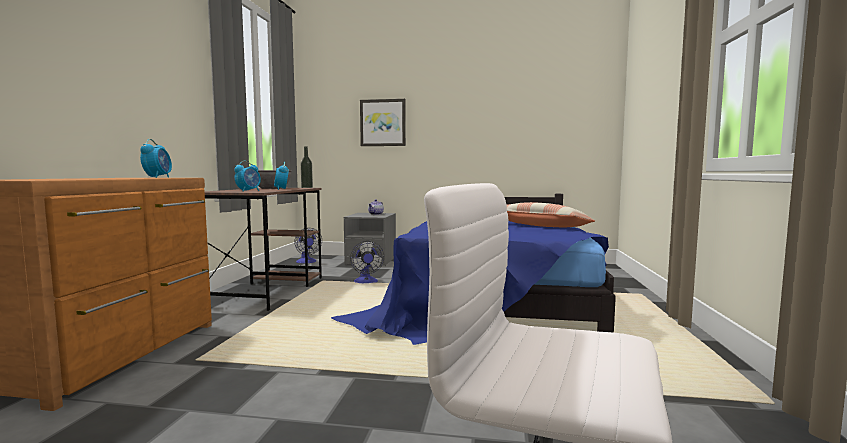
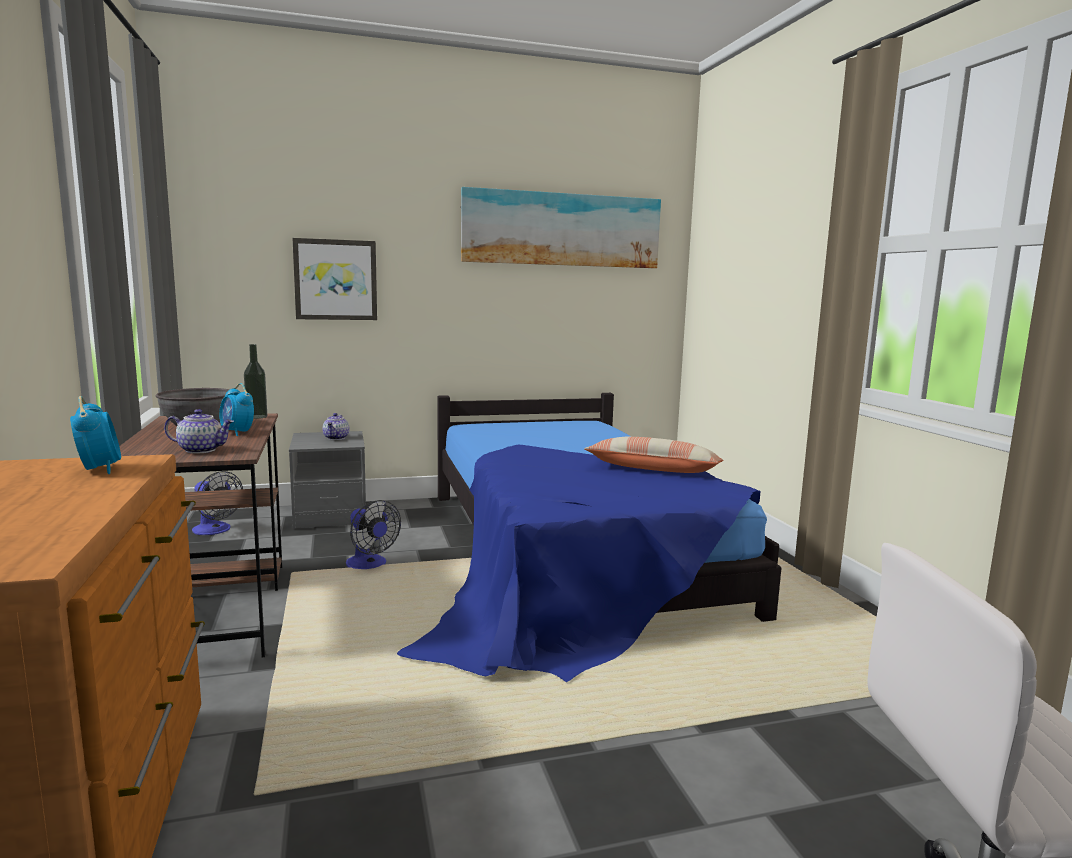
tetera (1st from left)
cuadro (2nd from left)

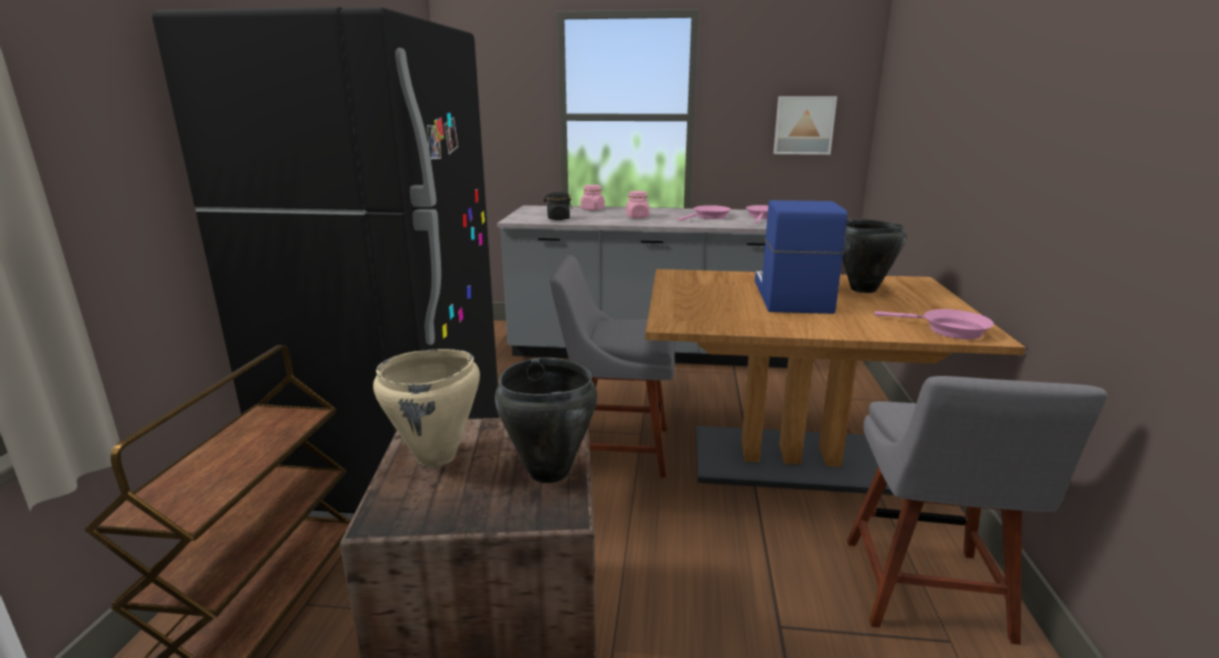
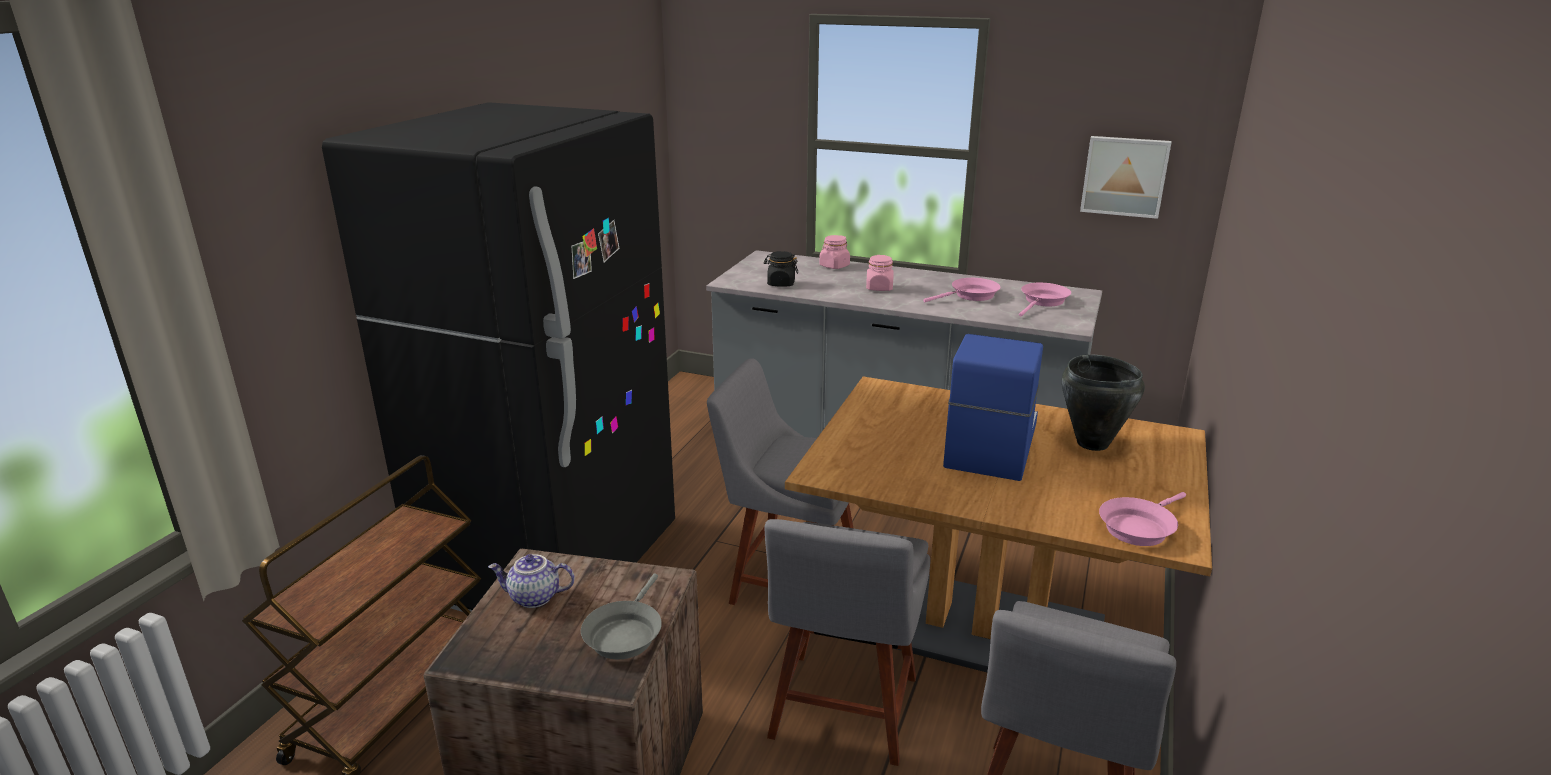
tetera
sartén (gris)
sartén (rosa) (3rd from left)
silla (gris) (2nd from left)

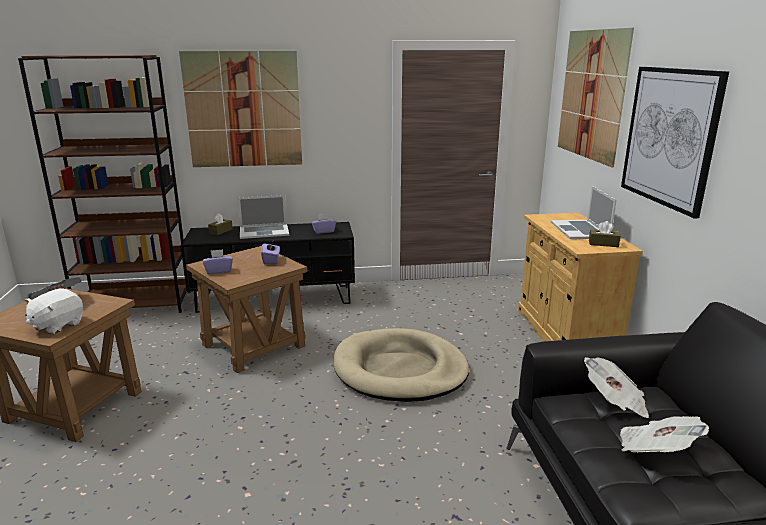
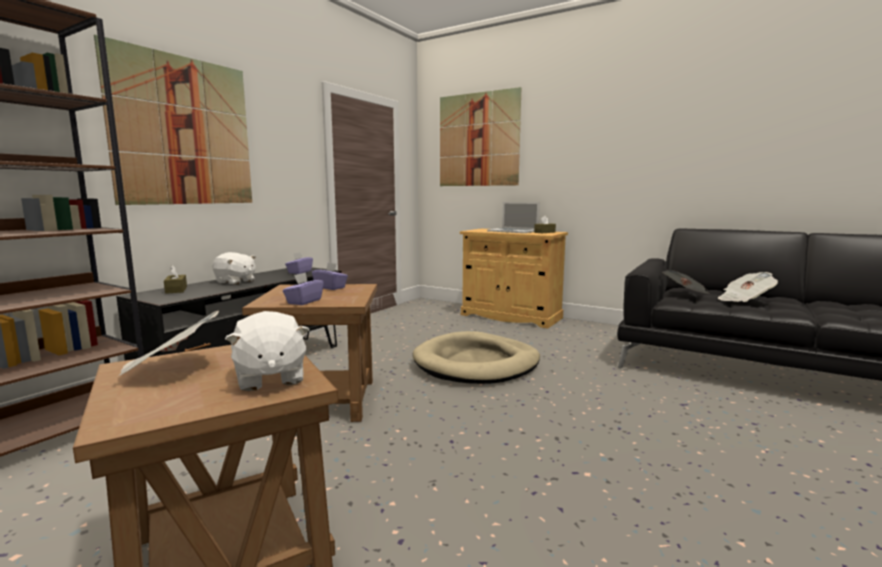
peluche (blanco) (1st from left)
cuadro (3rd from left in the first image)

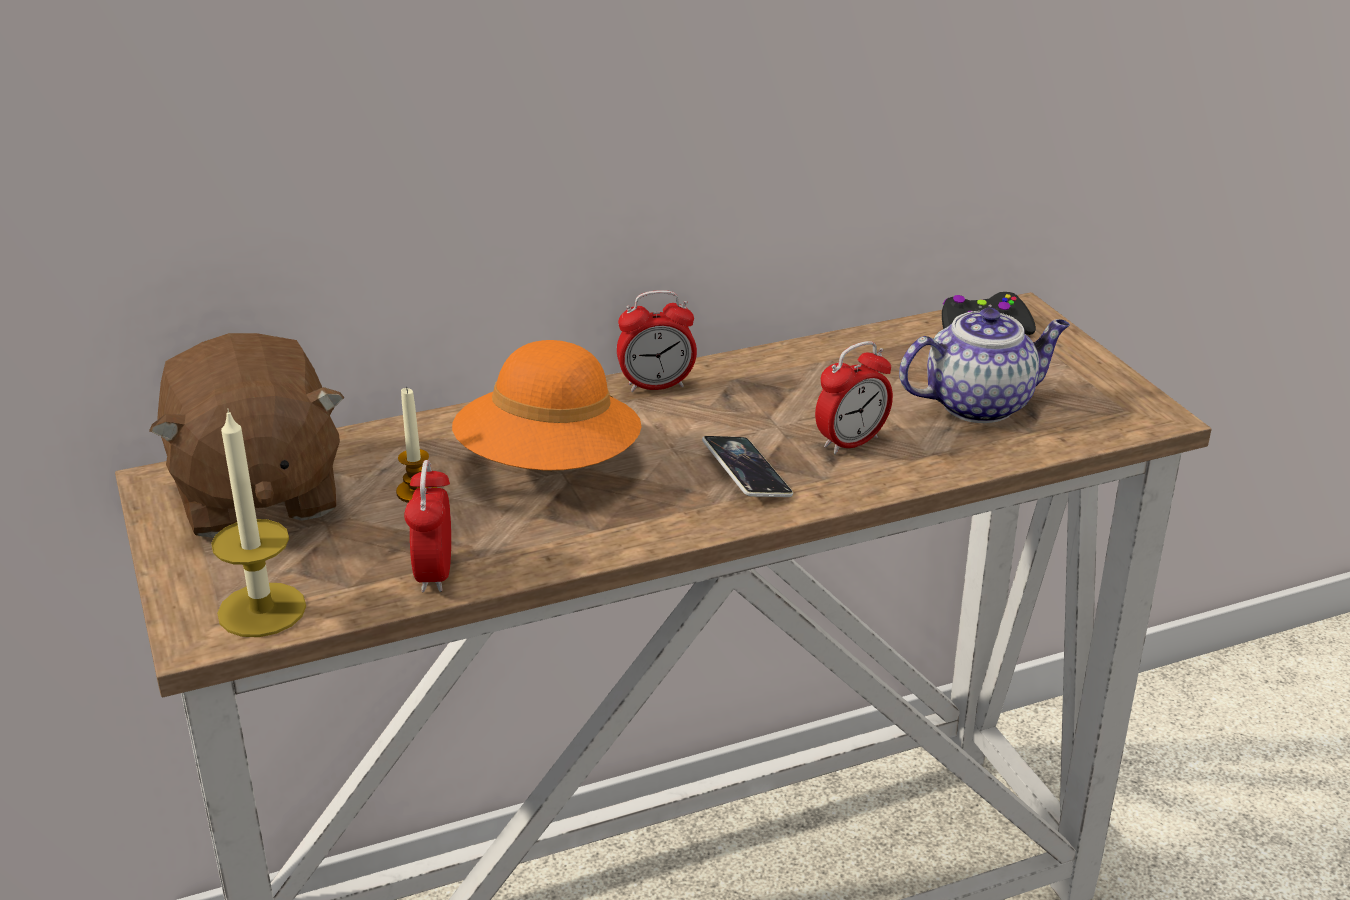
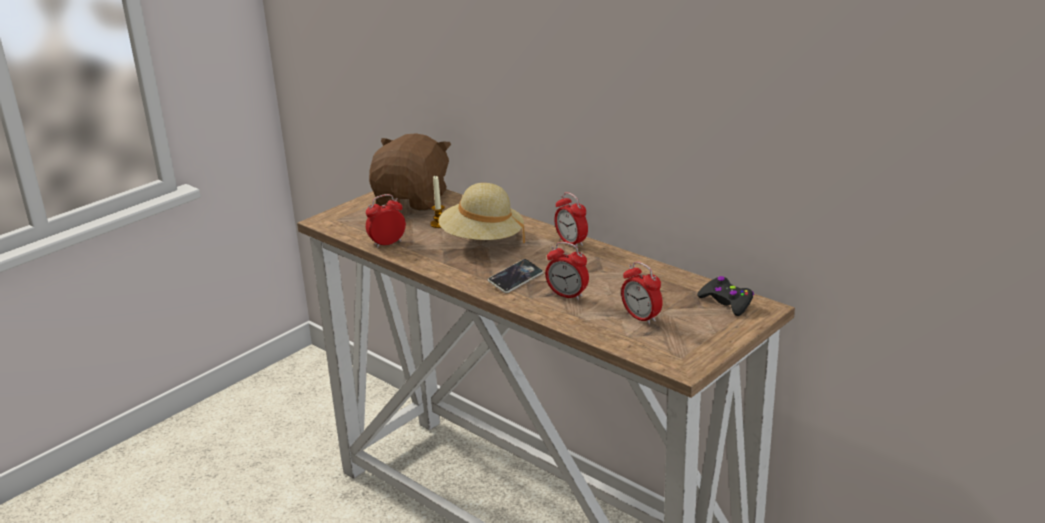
peluche (marrón)
vela (1st from left in the first image)
sombrero (beis)
despertador (4th from left)

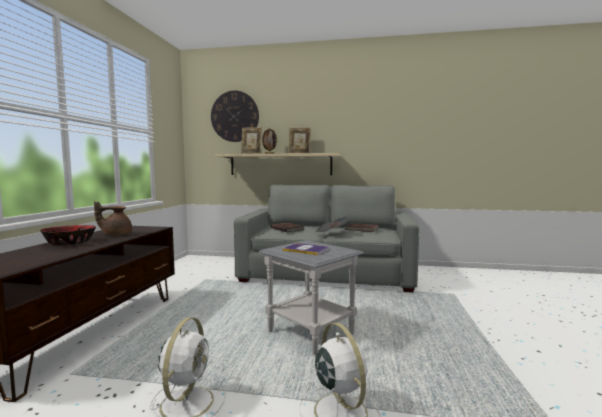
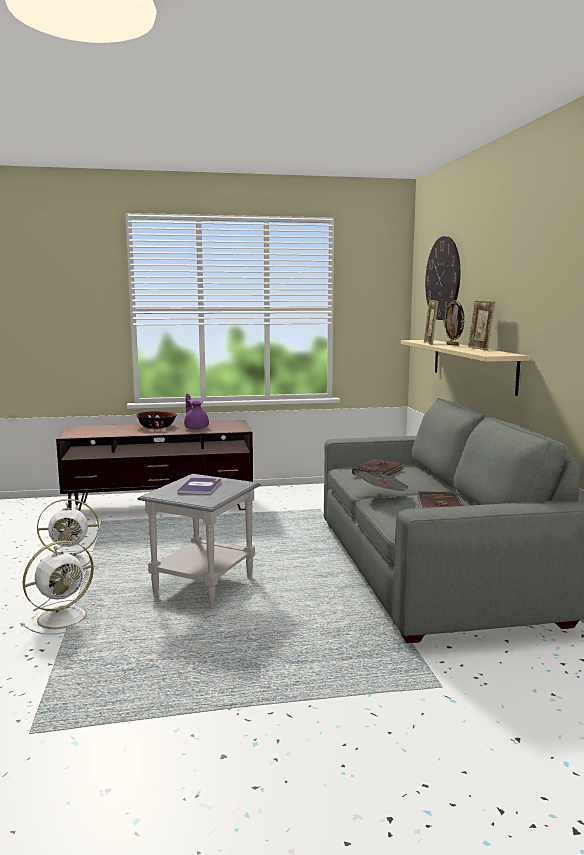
tetera (morado)

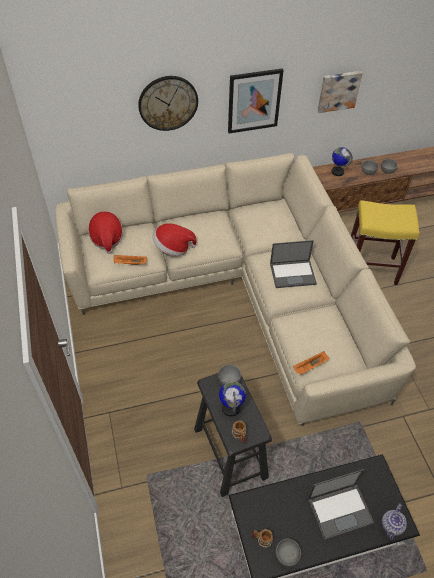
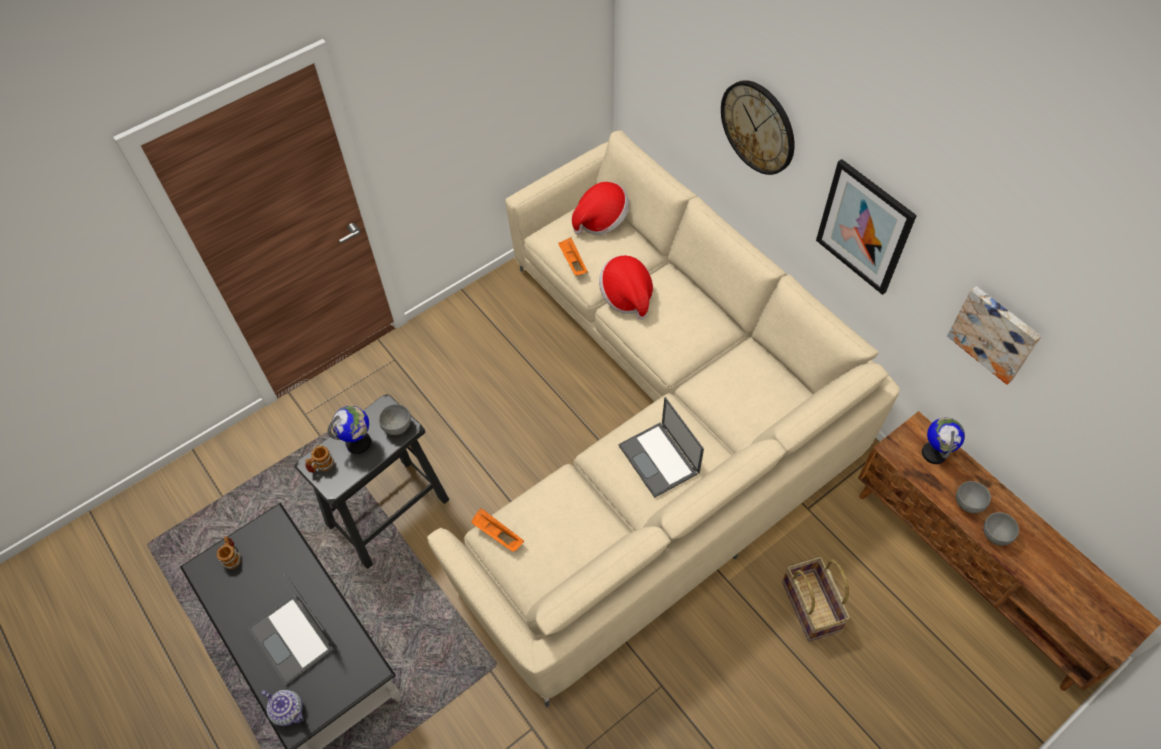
cuenco (gris) (2nd from left in the first image)
cesta
tetera

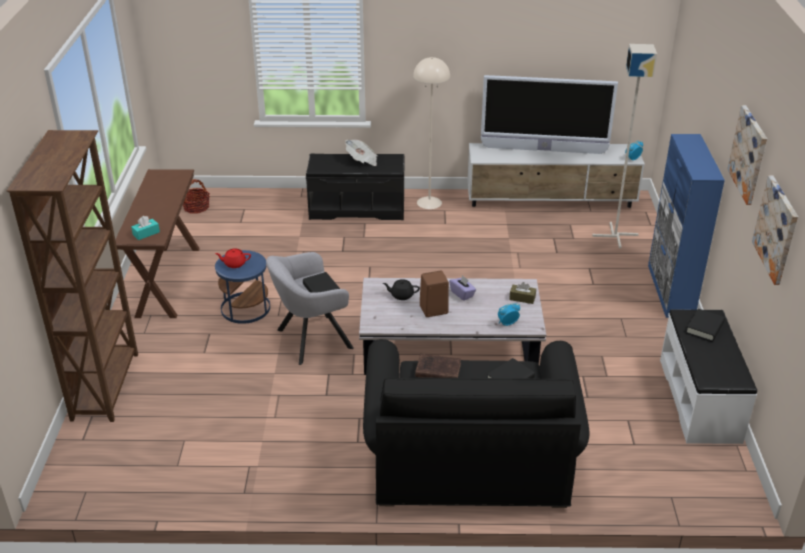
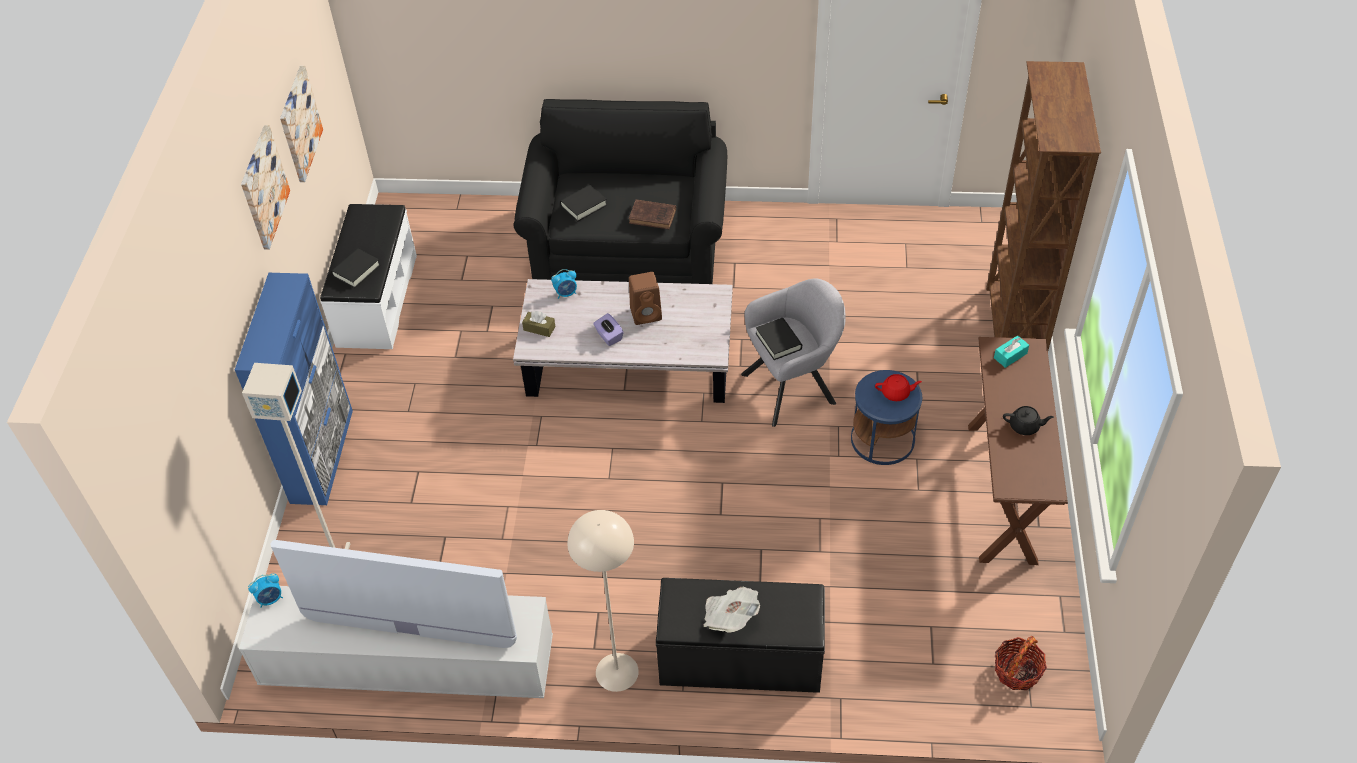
tetera (negro)

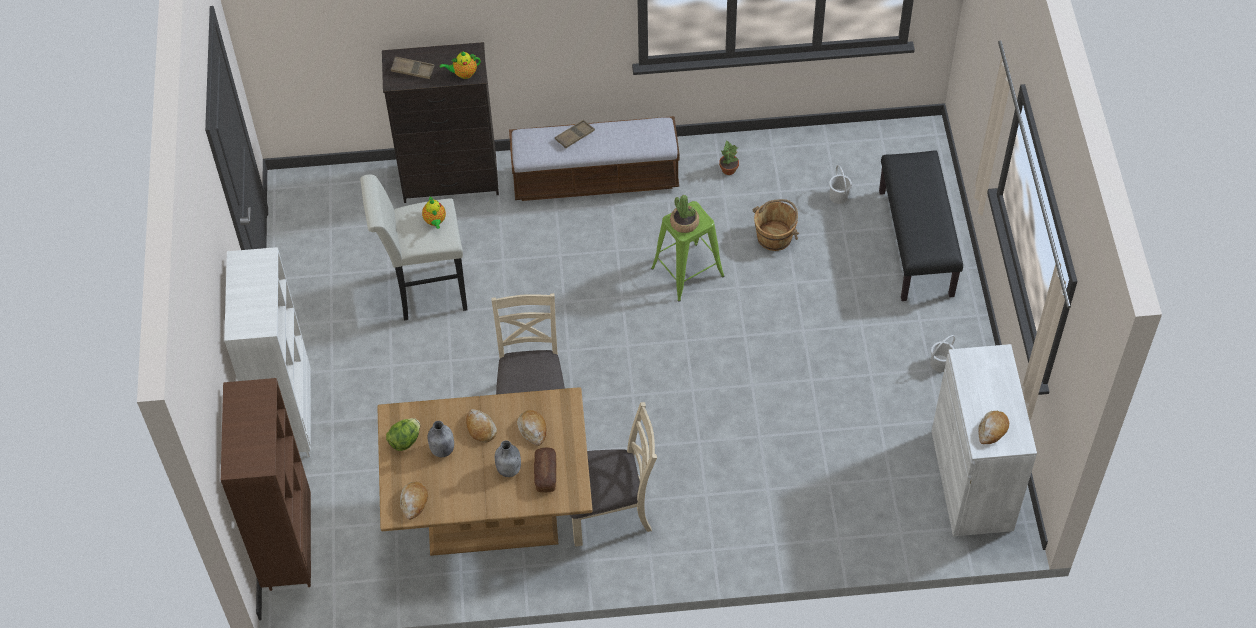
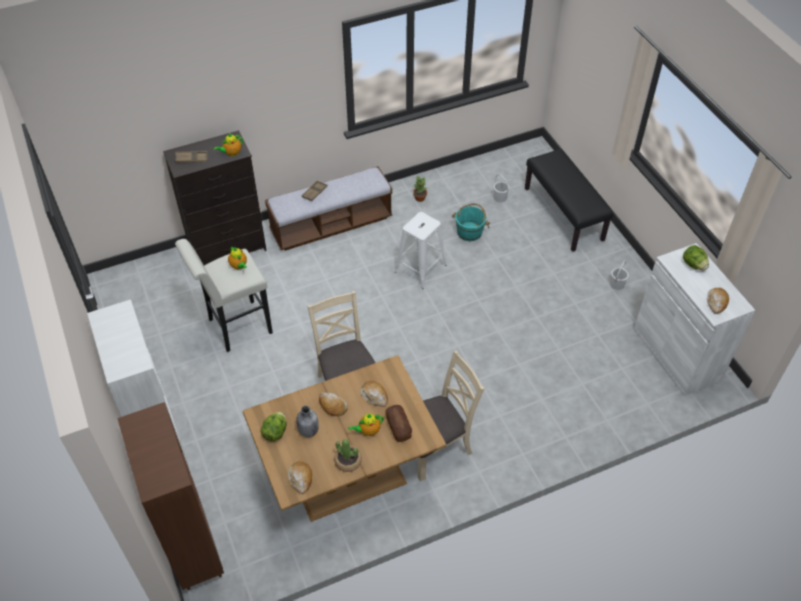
tetera (3rd from left)
taburete (blanco) (2nd from left)
planta en maceta (1st from left)
cubo (turquesa)
lechuga (2nd from left)

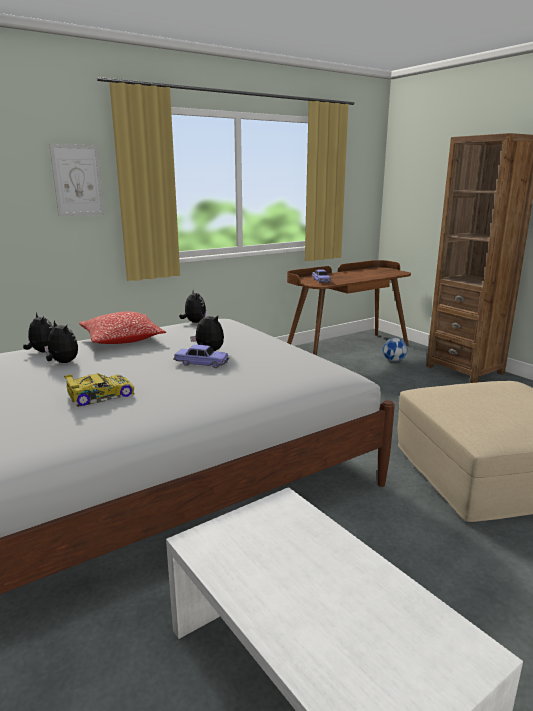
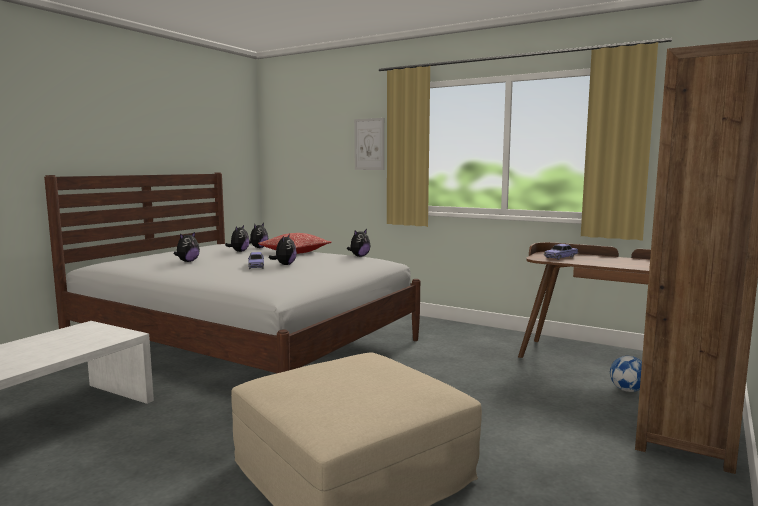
peluche (1st from left)

